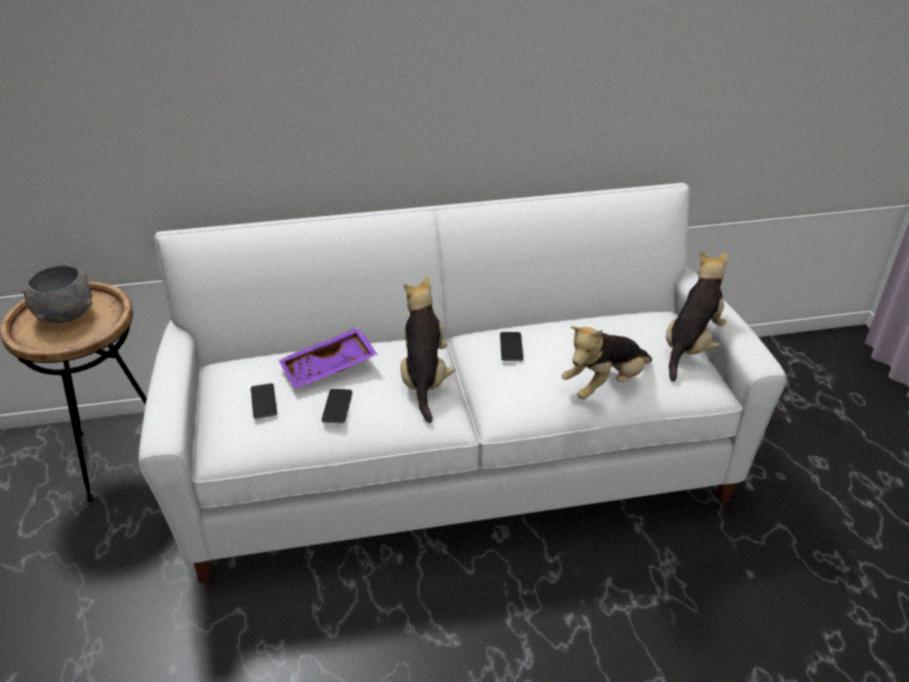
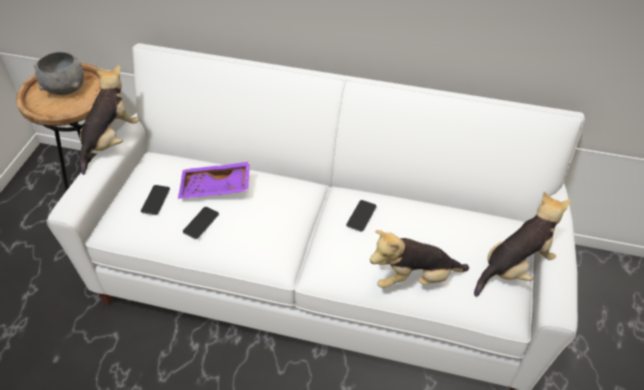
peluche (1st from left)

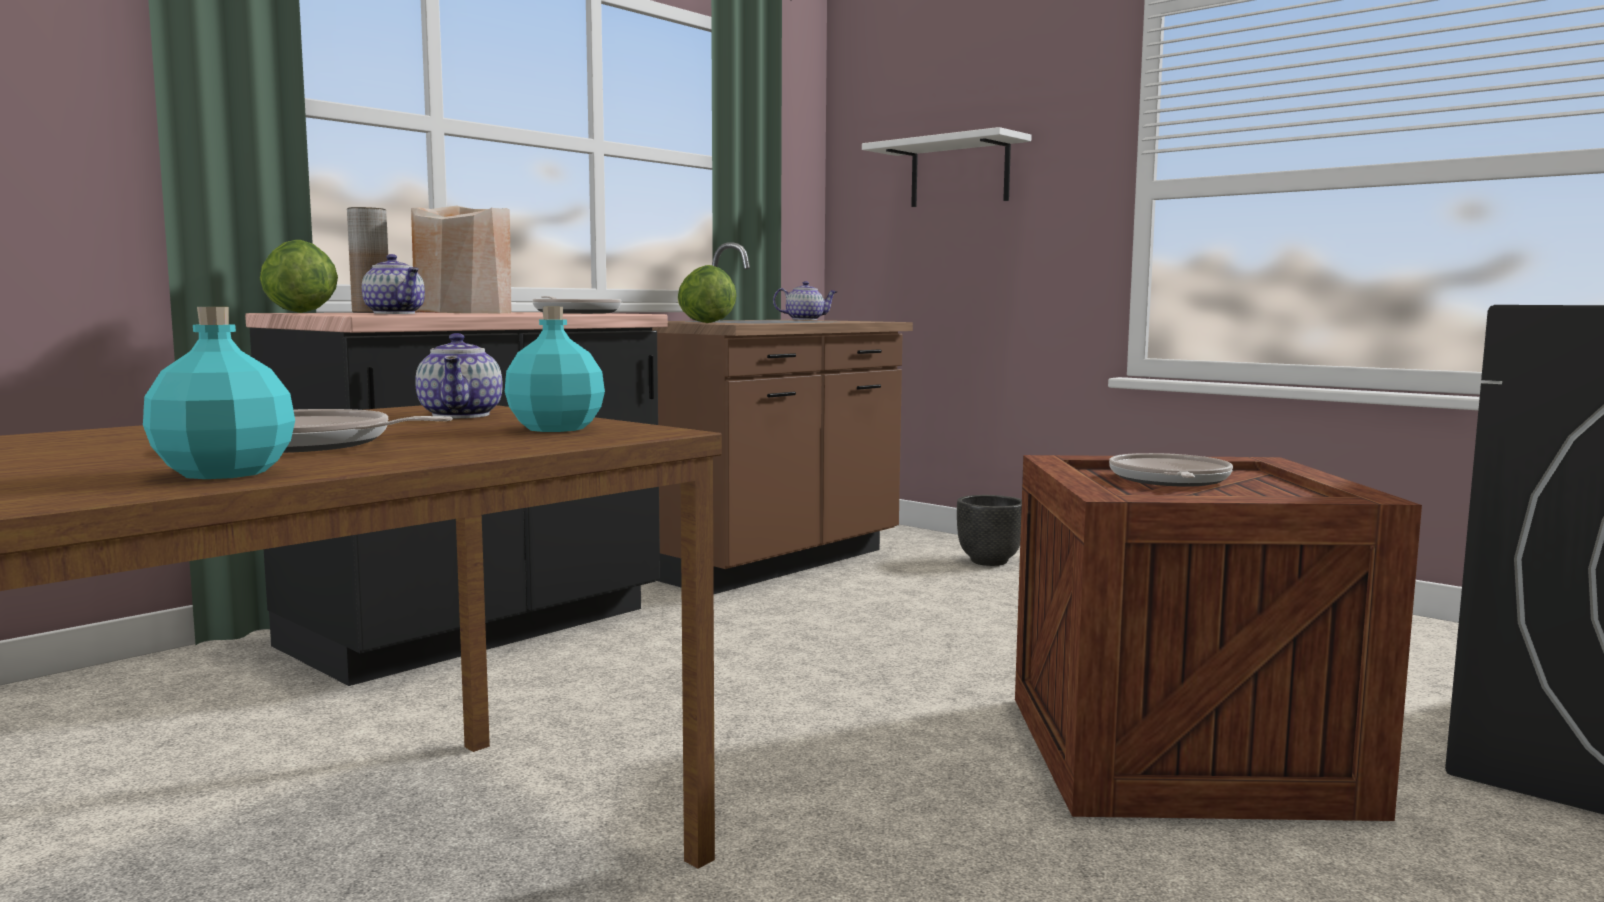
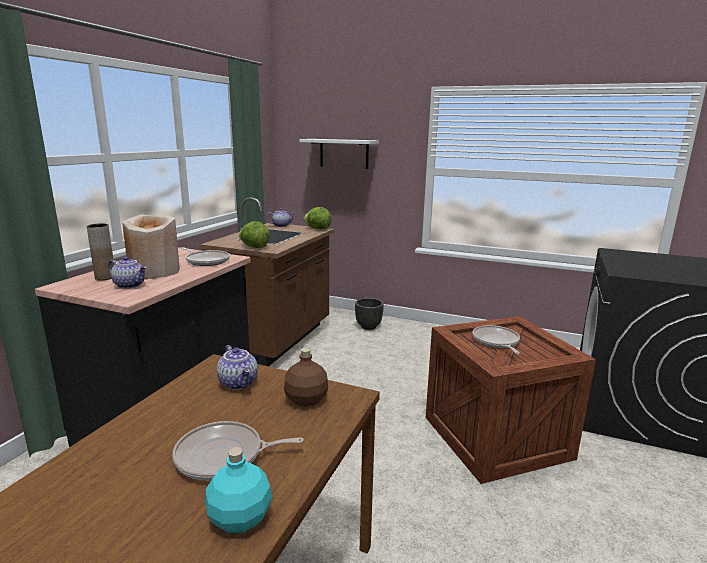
lechuga (2nd from left)
botella (marrón)

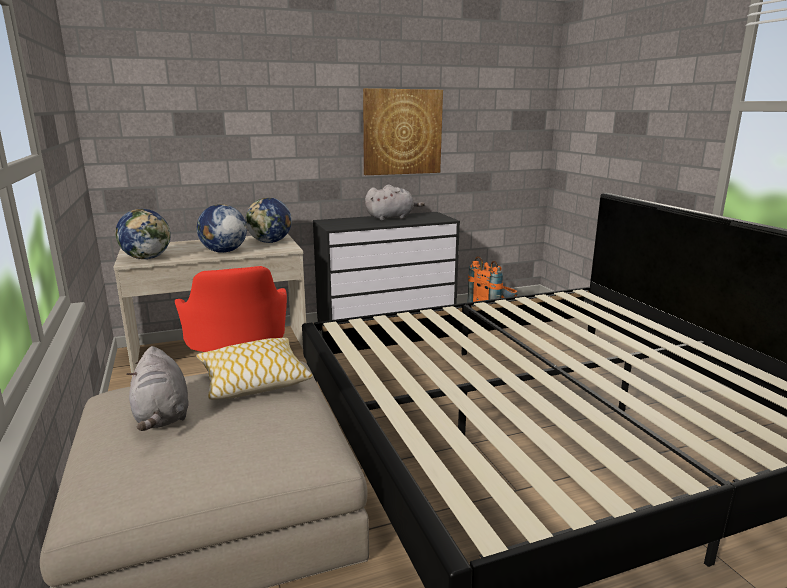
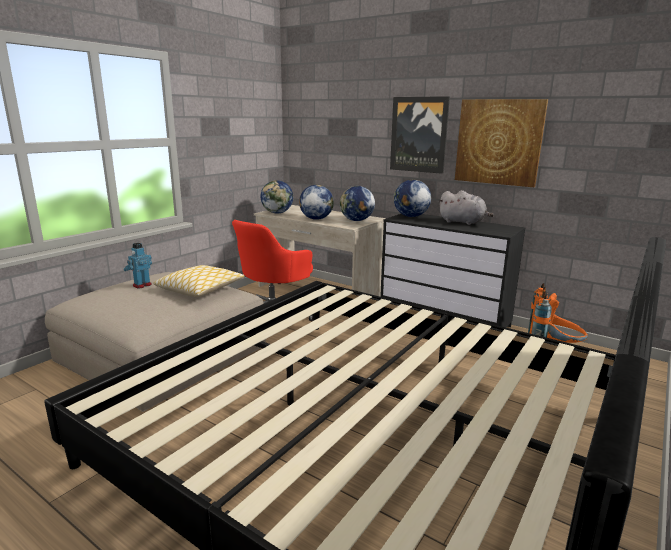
robot de juguete
cuadro (1st from left)
globo terráqueo (4th from left)

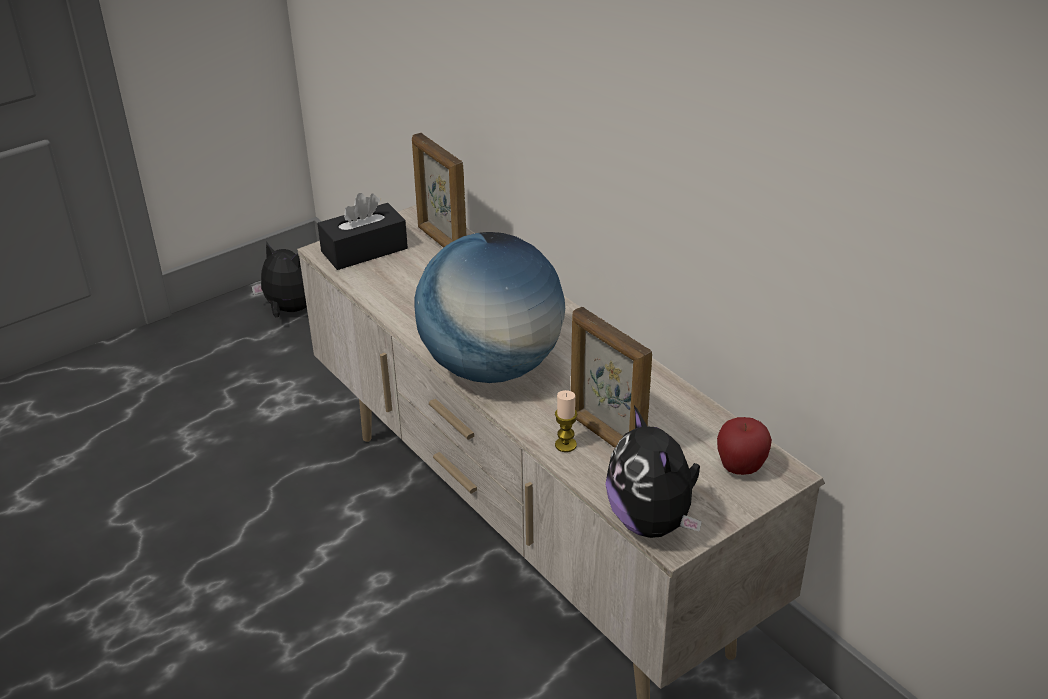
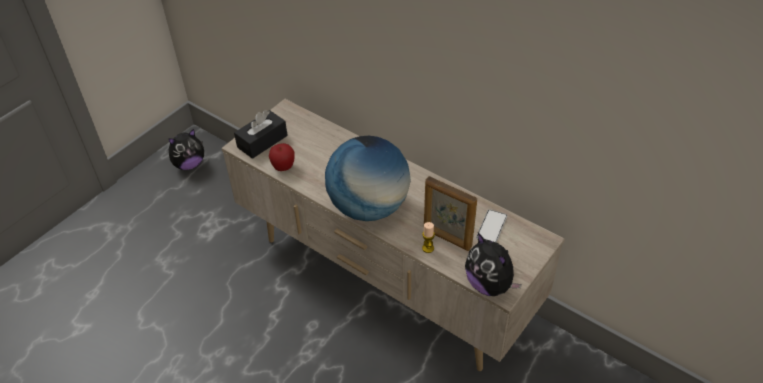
peluche (1st from left)
portarretratos (1st from left in the first image)
manzana
móvil

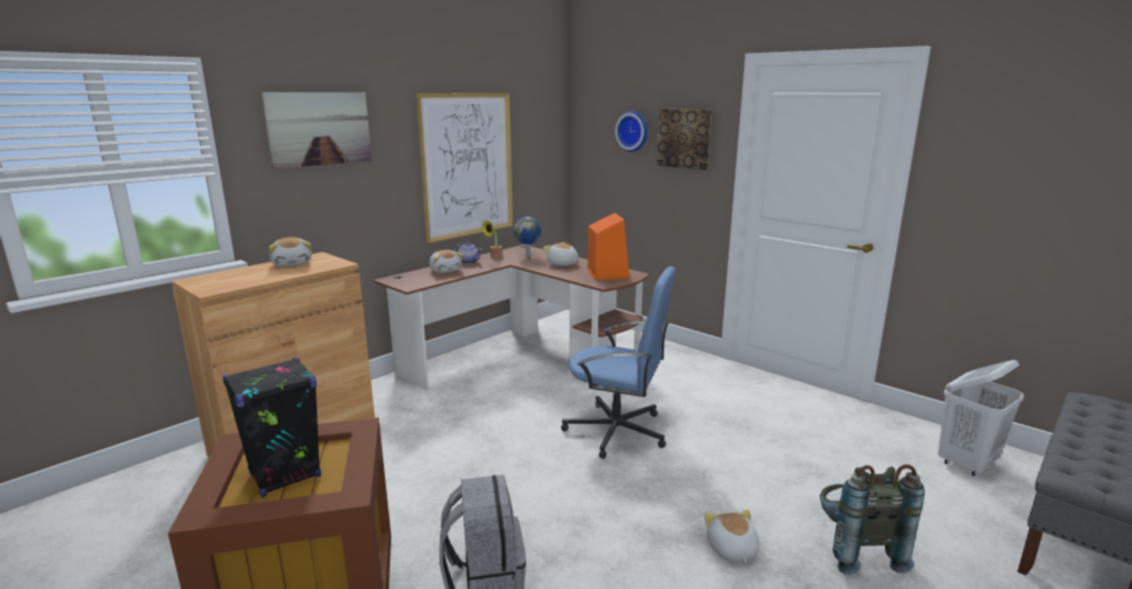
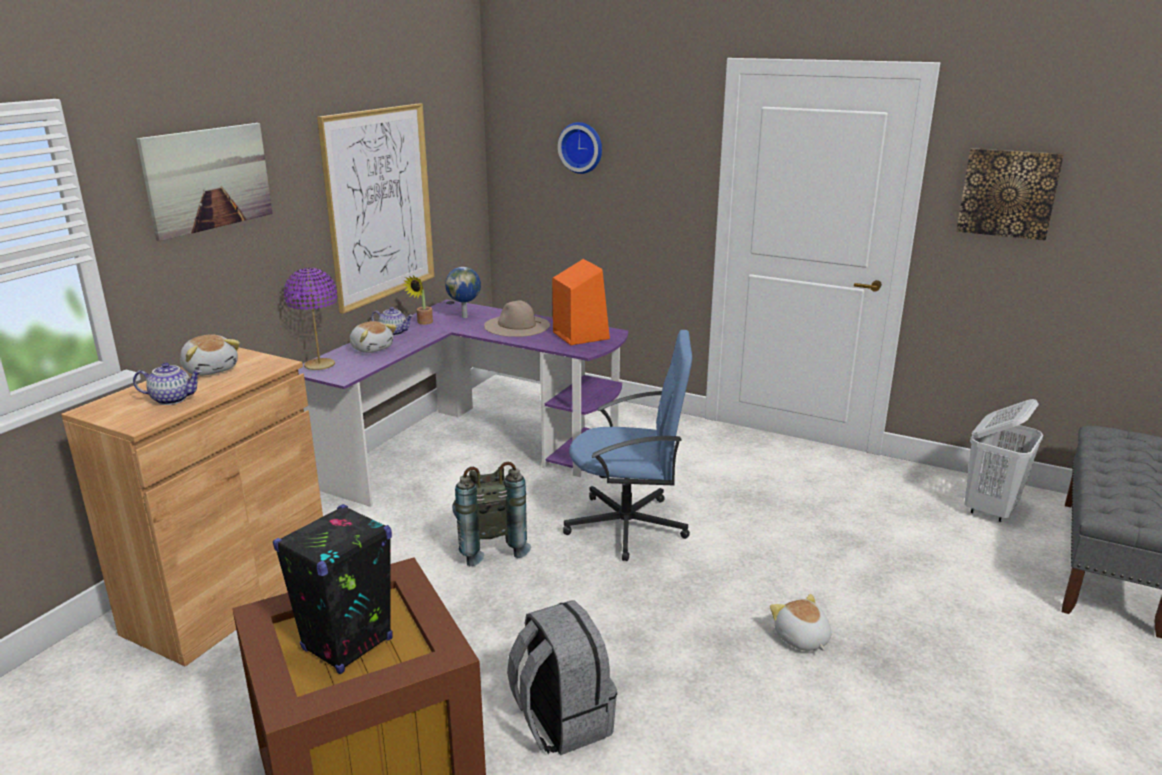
escritorio (morado)
sombrero (beis)
cuadro (3rd from left)
mochila (gris) (1st from left)
tetera (1st from left)
lámpara de mesa (morado)

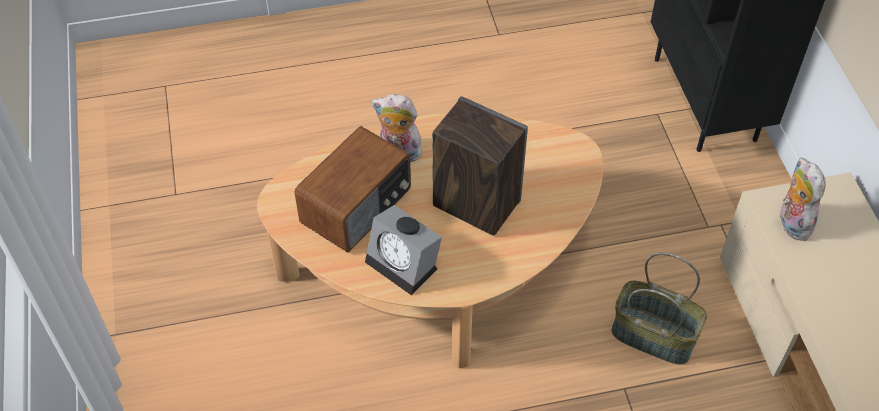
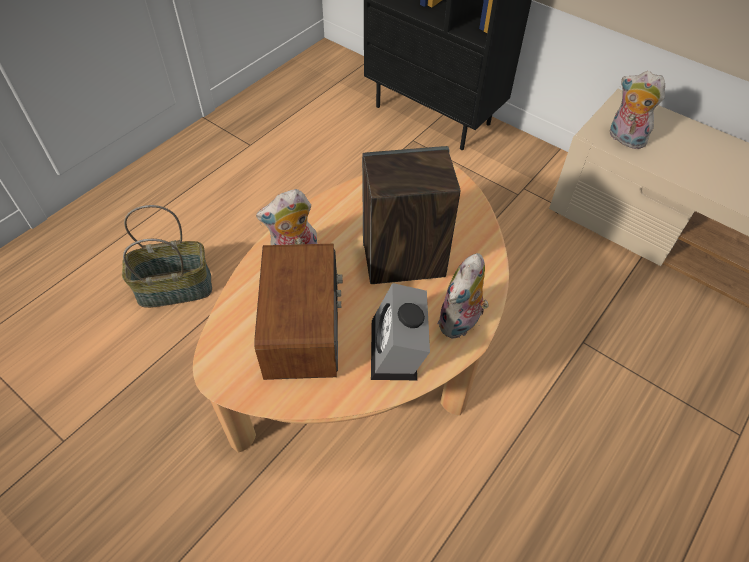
despertador
cesta
peluche (2nd from left)

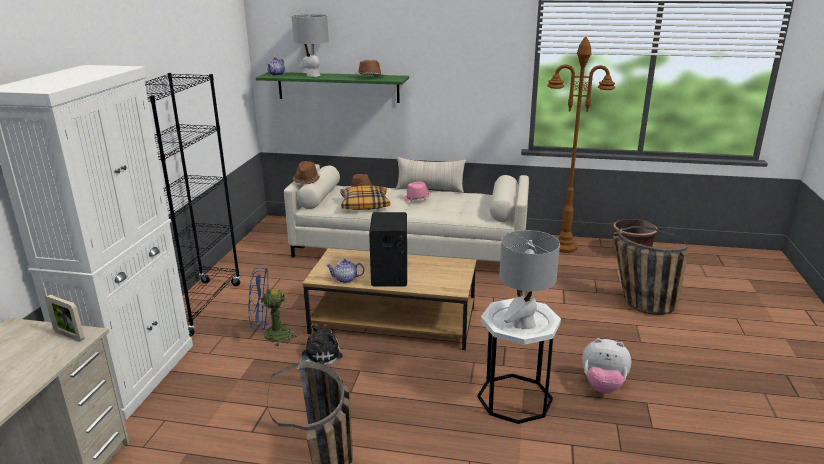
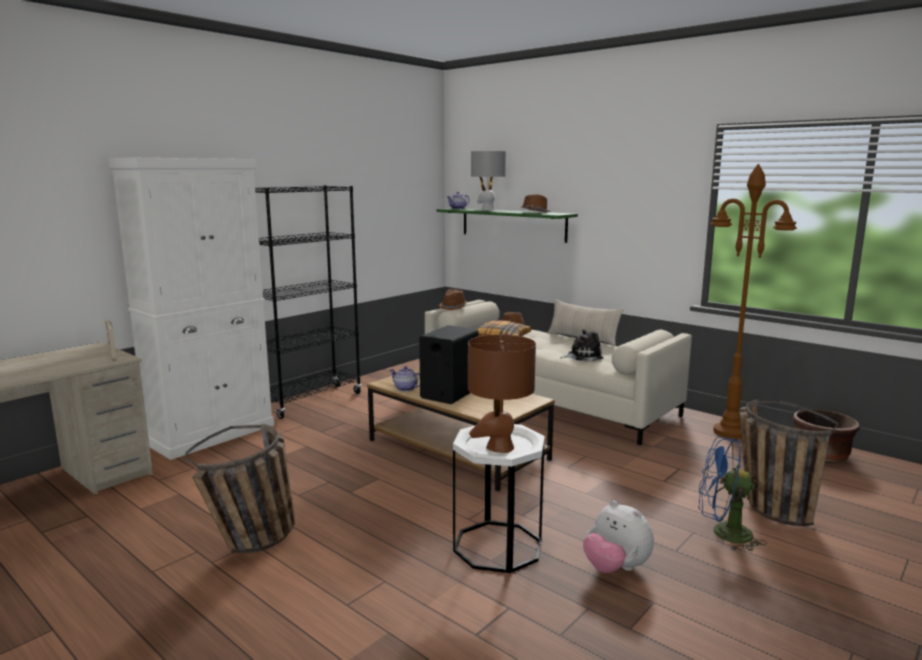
ventilador (azul)
peluche (1st from left)
sombrero (rosa)
lámpara de mesa (marrón)

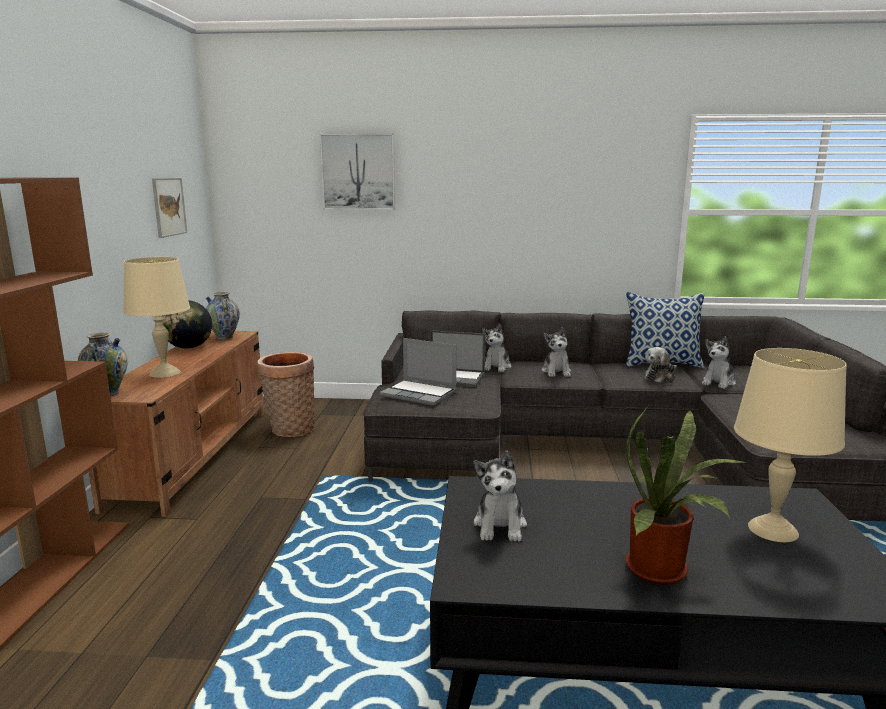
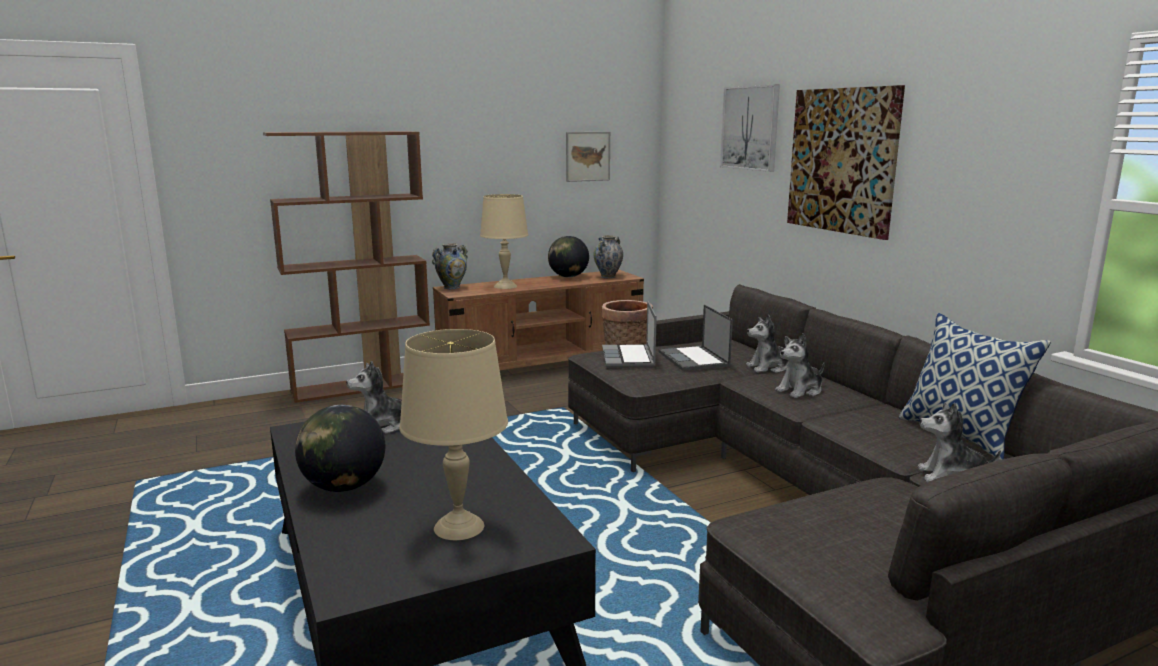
globo terráqueo (1st from left)
peluche (4th from left in the first image)
cuadro (3rd from left)

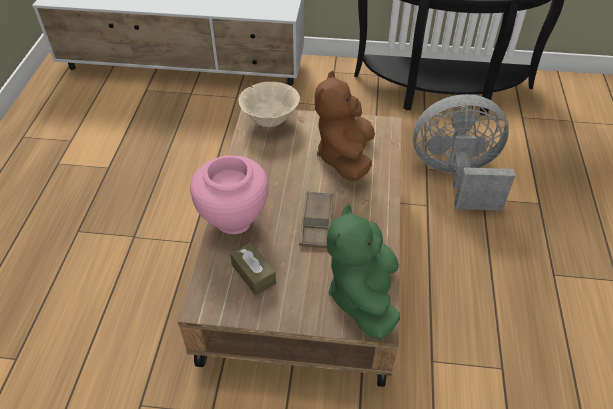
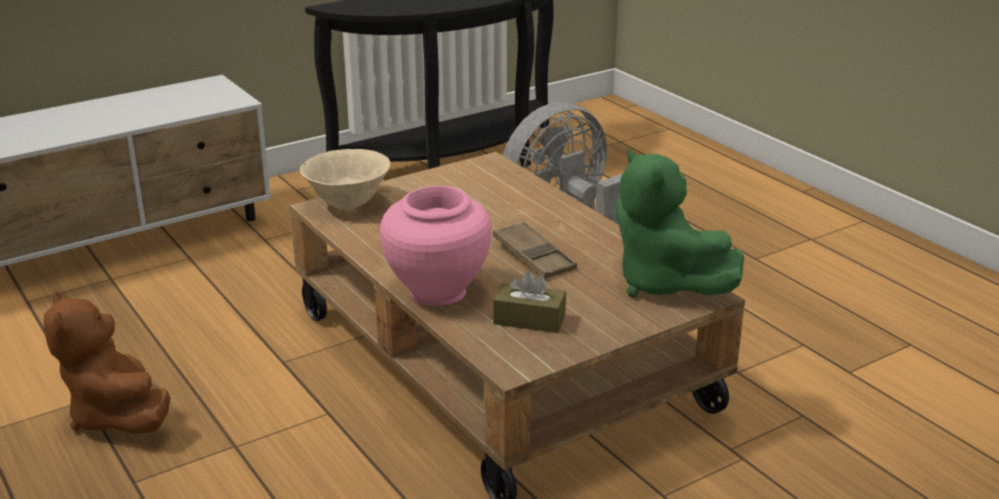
peluche (marrón)

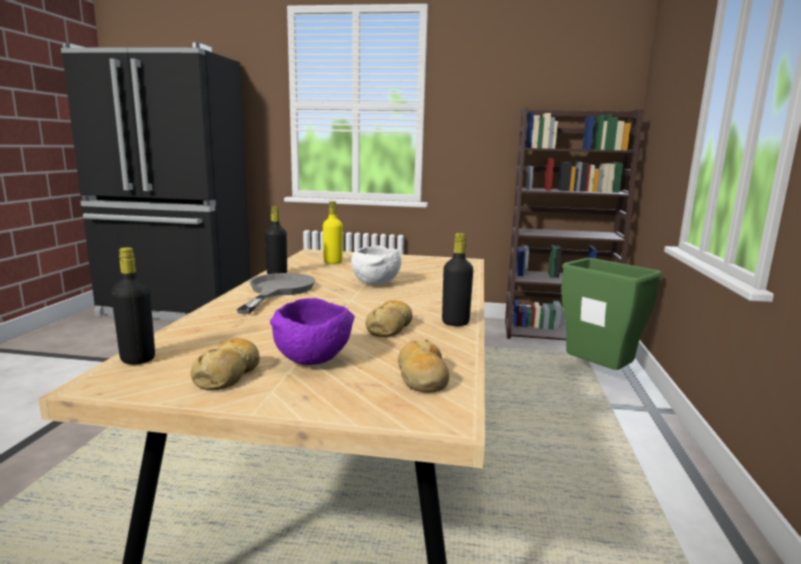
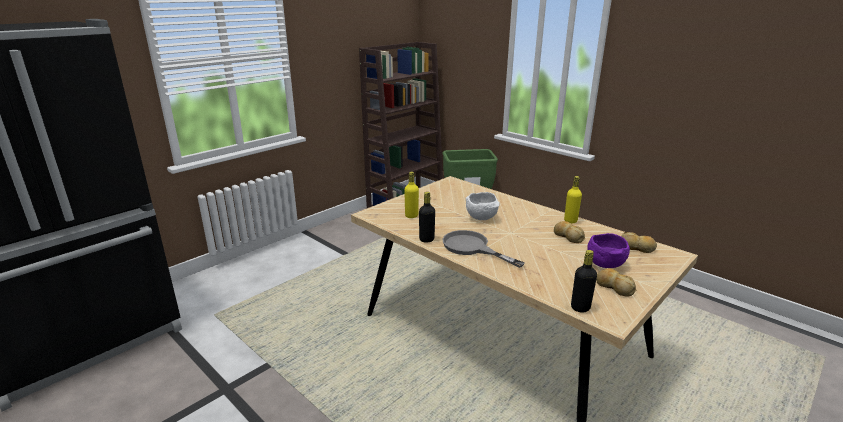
botella (amarillo) (2nd from left)

